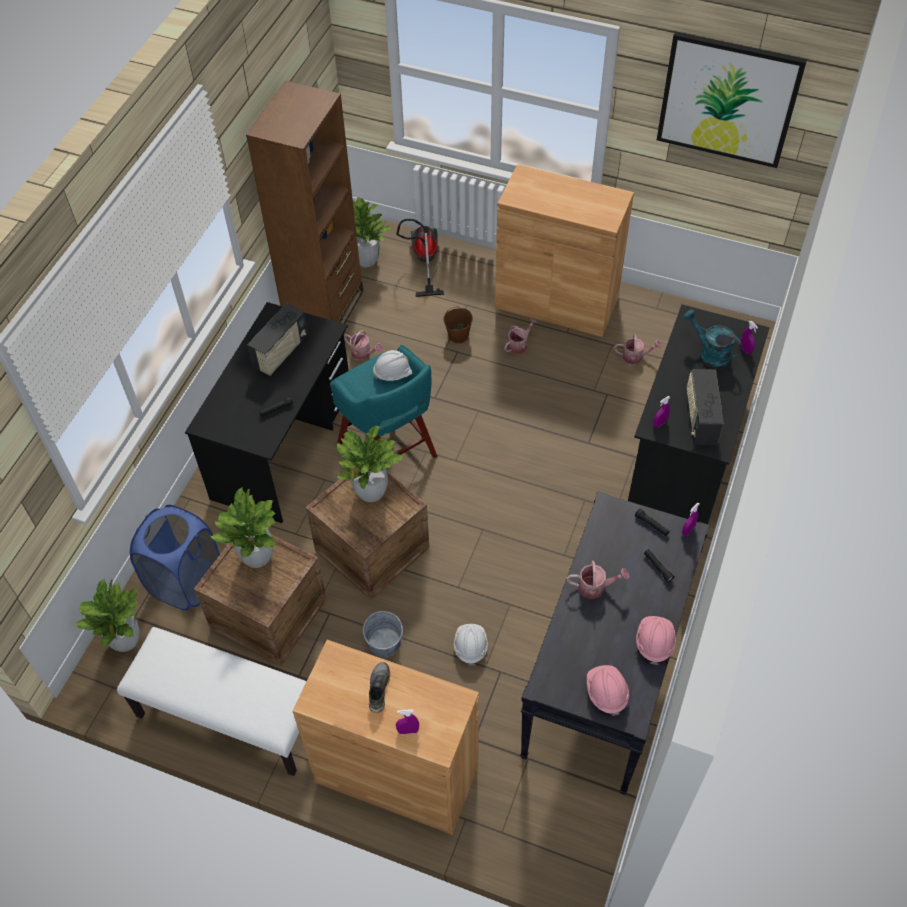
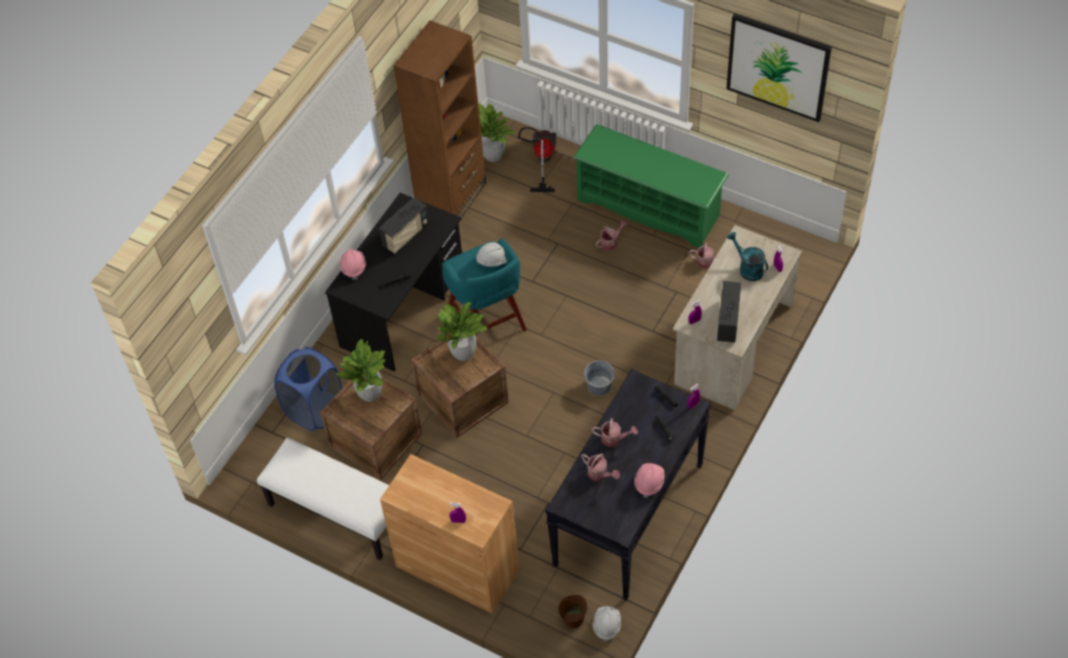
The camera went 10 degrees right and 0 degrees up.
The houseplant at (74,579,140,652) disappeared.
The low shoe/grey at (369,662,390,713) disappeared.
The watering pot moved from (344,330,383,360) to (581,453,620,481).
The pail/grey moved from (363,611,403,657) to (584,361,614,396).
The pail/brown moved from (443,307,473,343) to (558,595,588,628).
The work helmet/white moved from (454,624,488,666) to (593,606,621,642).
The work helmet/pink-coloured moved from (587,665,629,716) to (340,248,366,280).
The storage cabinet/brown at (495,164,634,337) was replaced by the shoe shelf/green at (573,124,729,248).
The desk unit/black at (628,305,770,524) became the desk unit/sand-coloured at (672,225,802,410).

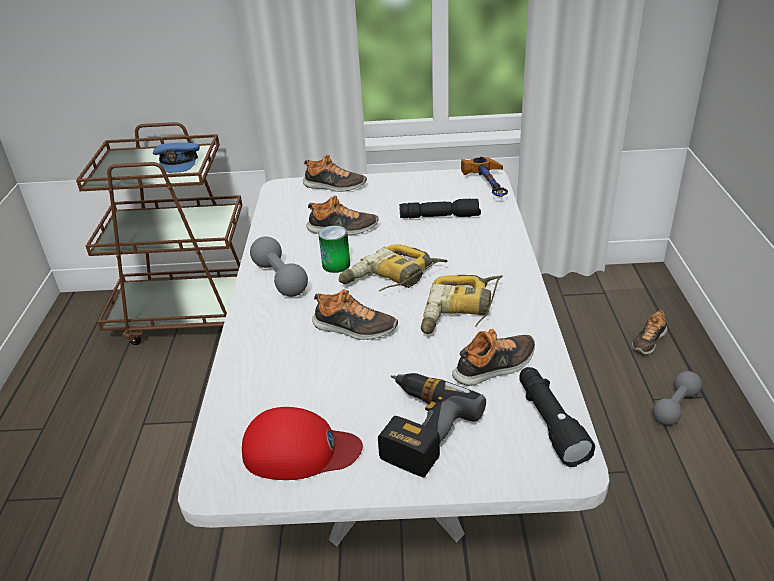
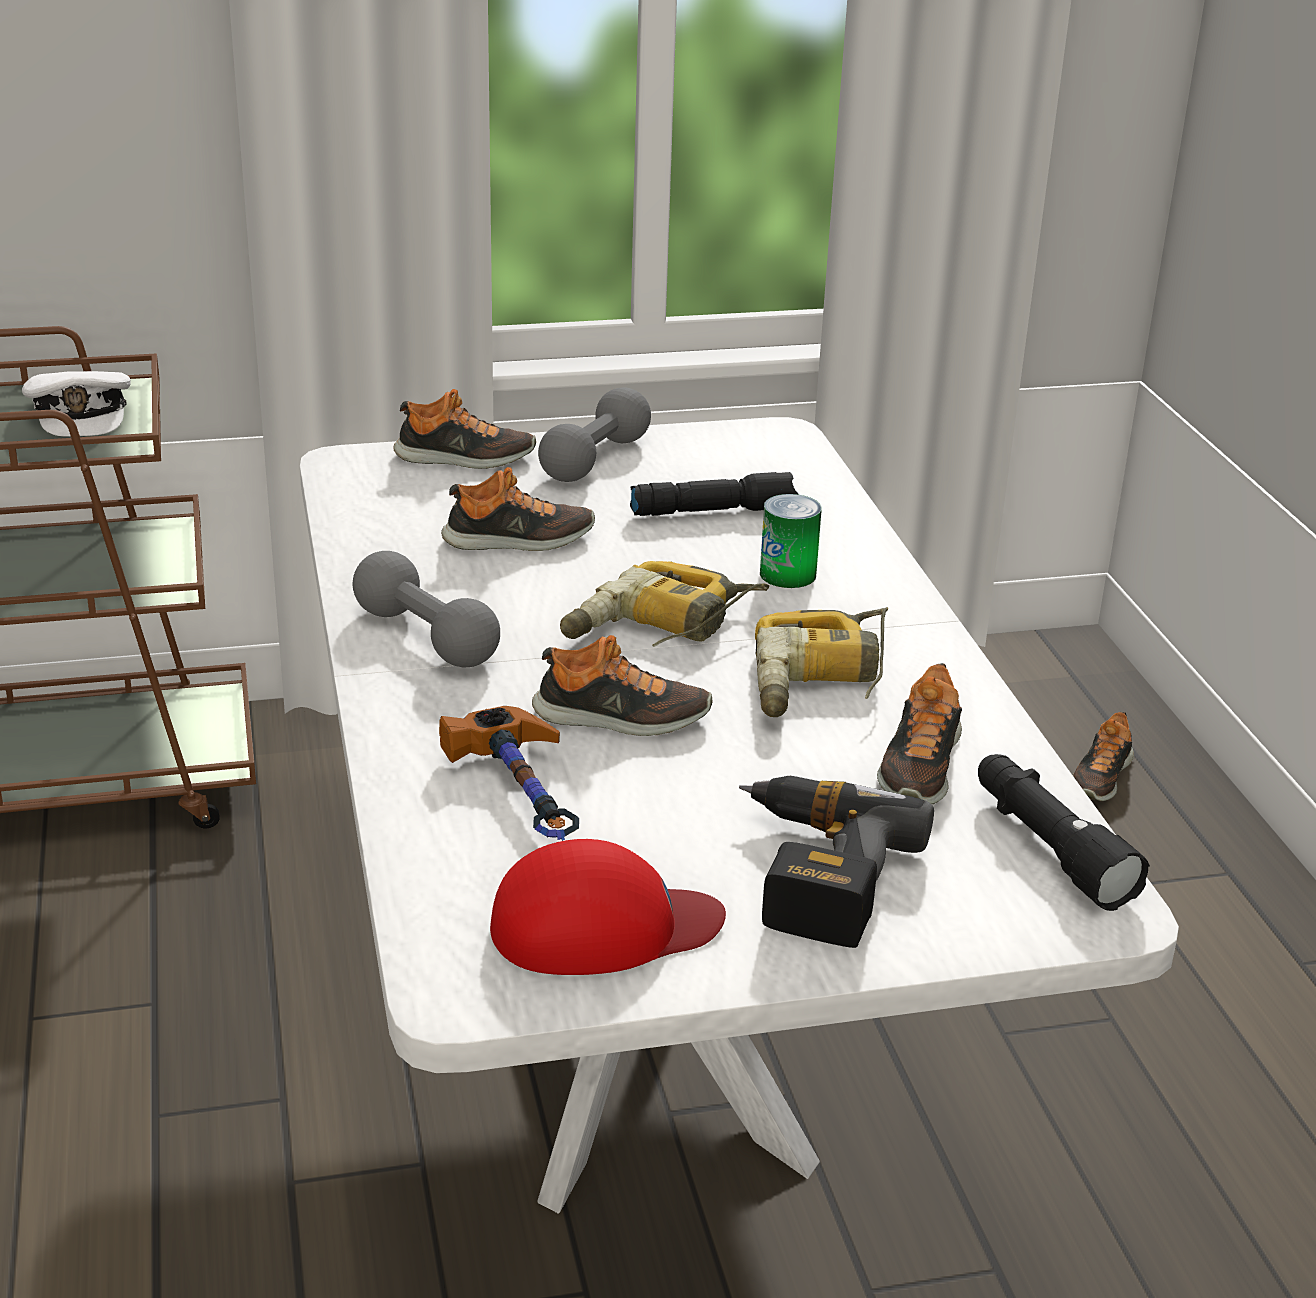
The camera went 15 degrees left and 5 degrees down.
The metal can moved from (318,225,350,273) to (760,494,822,588).
The hammer moved from (461,157,508,197) to (439,706,579,841).
The hand weight/grey moved from (653,371,702,425) to (538,387,651,482).
The peaked cap/bluish at (153,143,200,173) became the peaked cap/white at (22,371,131,437).
The low shoe at (452,329,535,386) turned 150 degrees clockwise.

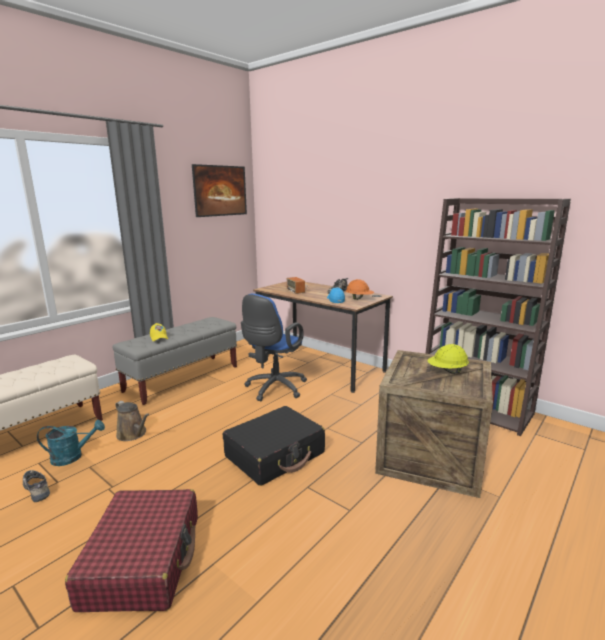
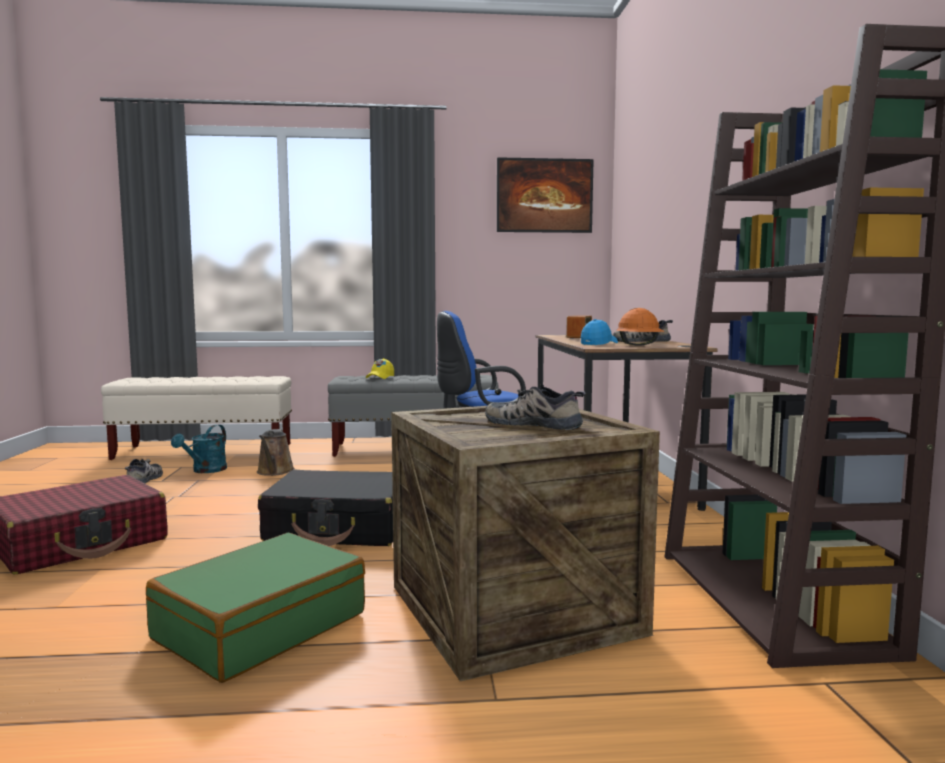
The camera went 45 degrees right and 10 degrees down.
The piece of luggage/green at (146,533,365,683) appeared.
The work helmet/yellow at (428,344,469,374) was replaced by the low shoe at (485,384,586,430).
The watering pot/turquoise at (37,420,105,466) turned 75 degrees clockwise.

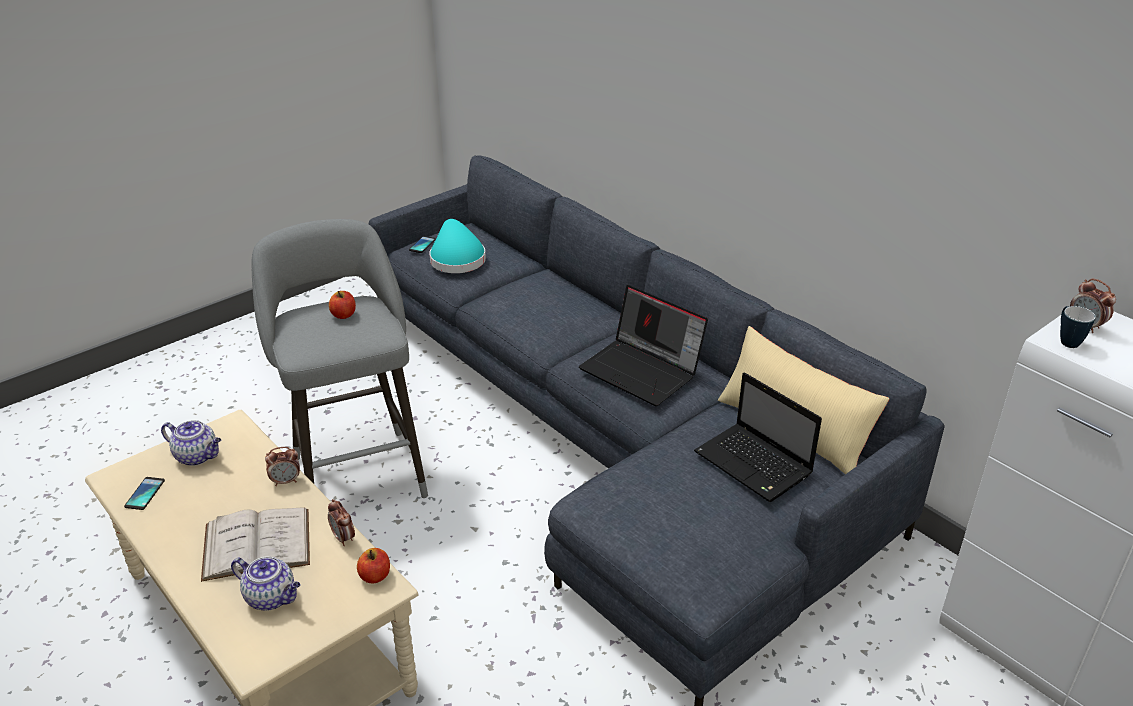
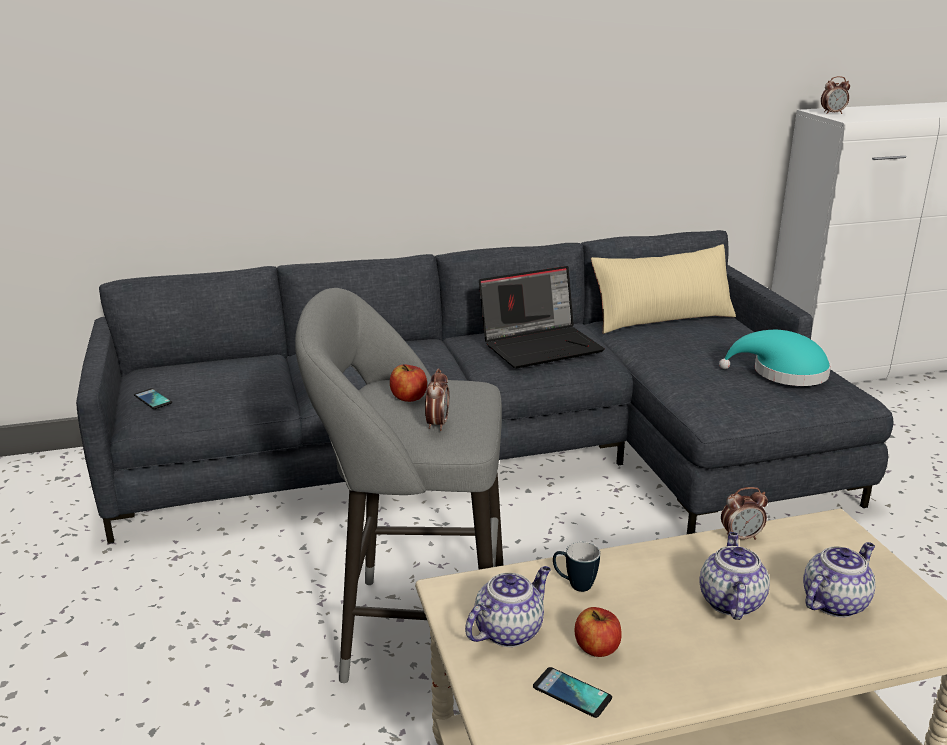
The camera went 65 degrees left and 10 degrees down.
The portable computer at (694,372,822,502) disappeared.
The table clock moved from (265,447,300,486) to (425,368,449,431).
The apple moved from (357,548,390,584) to (574,607,622,657).
The clothing hat/turquoise moved from (429,219,486,273) to (719,330,831,386).
The tea mug moved from (1060,306,1095,348) to (553,542,600,592).
The volume/white at (201,507,310,582) was replaced by the teapot at (699,532,770,620).

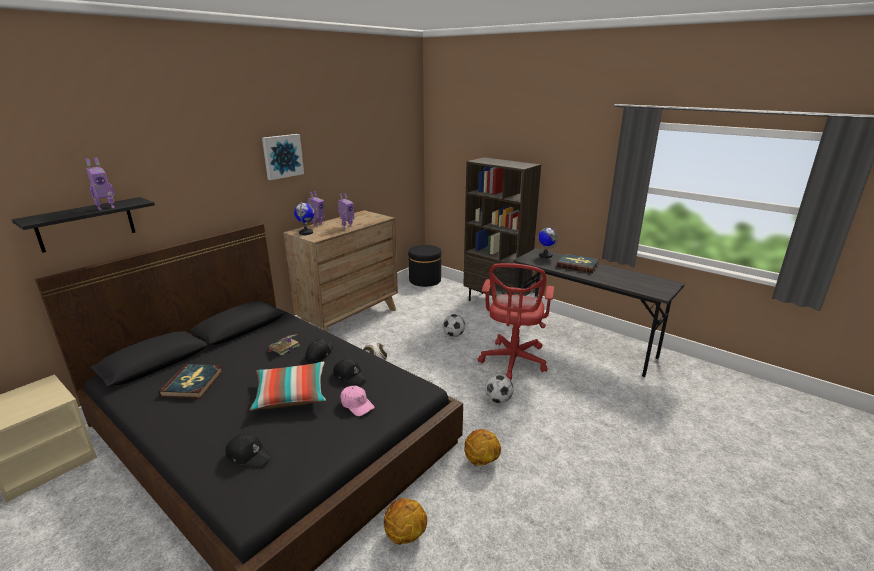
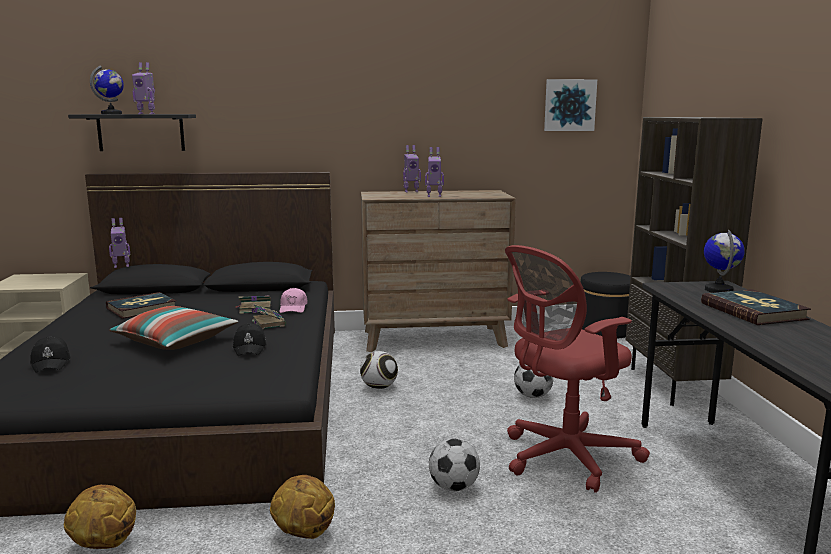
The camera went 45 degrees right and 10 degrees down.
The robot figure at (109,218,130,268) appeared.
The wall art moved from (262,134,304,180) to (544,79,597,131).
The globe moved from (294,202,314,235) to (90,66,124,114).
The peaked cap/pink-coloured moved from (340,386,375,416) to (280,288,307,313).
The peaked cap/black at (305,338,333,363) was replaced by the volume at (252,304,286,329).

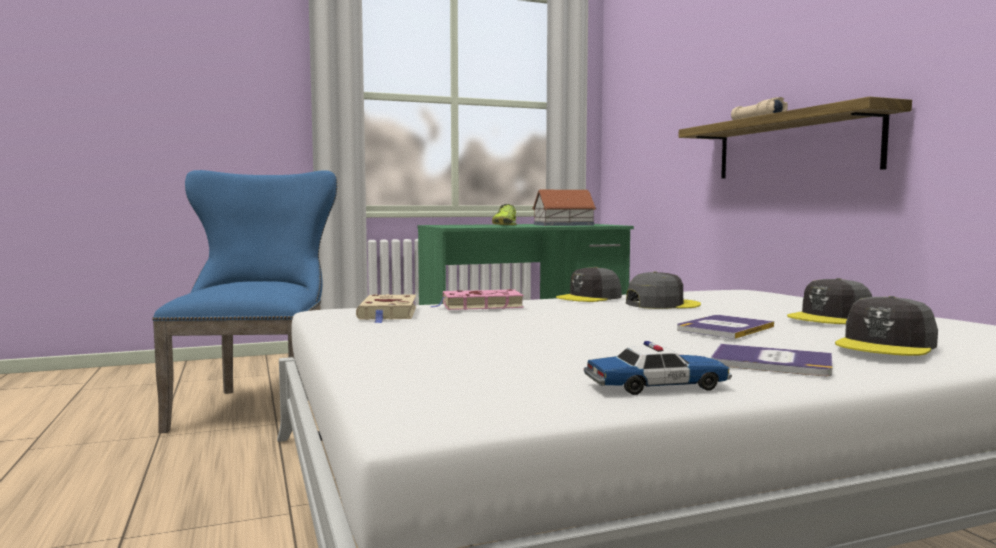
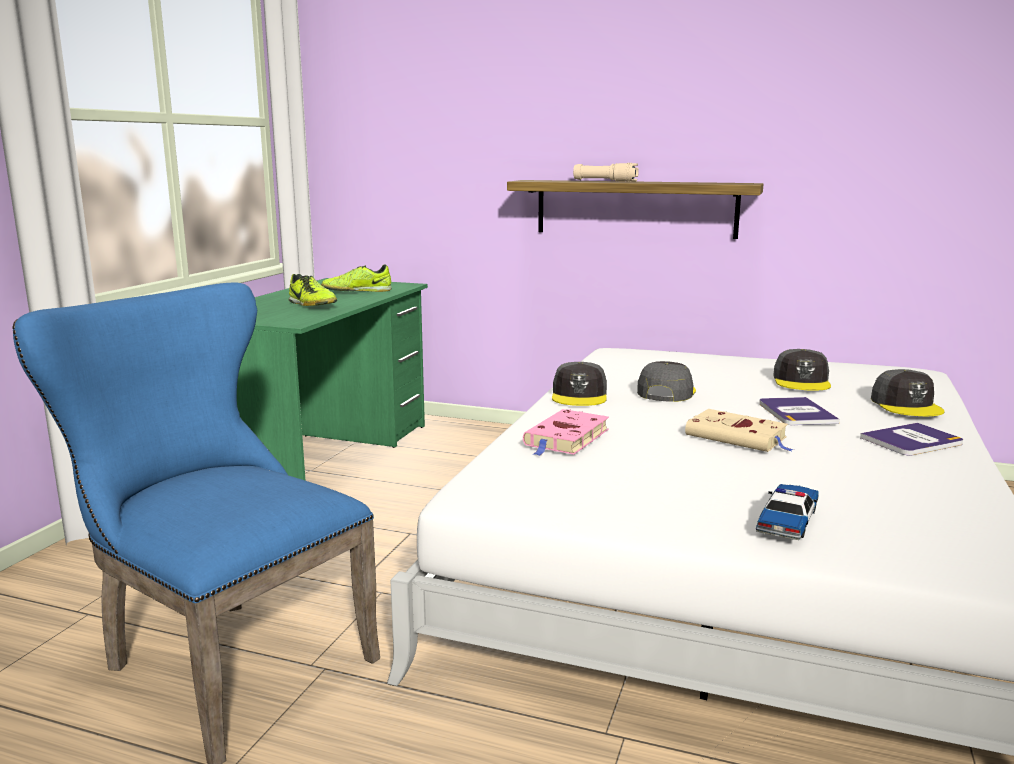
The camera went 50 degrees left and 10 degrees up.
The volume/sand-coloured moved from (356,294,416,323) to (685,409,794,452).
The miniature car moved from (584,341,732,395) to (756,484,819,540).
The miniature house at (532,190,596,226) was replaced by the low shoe at (321,264,391,292).

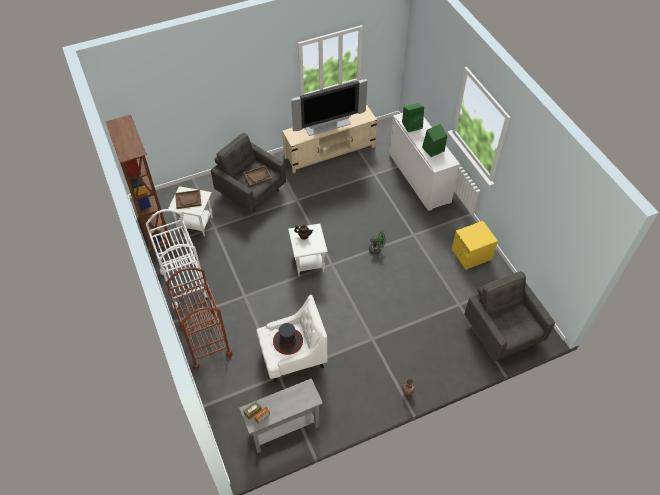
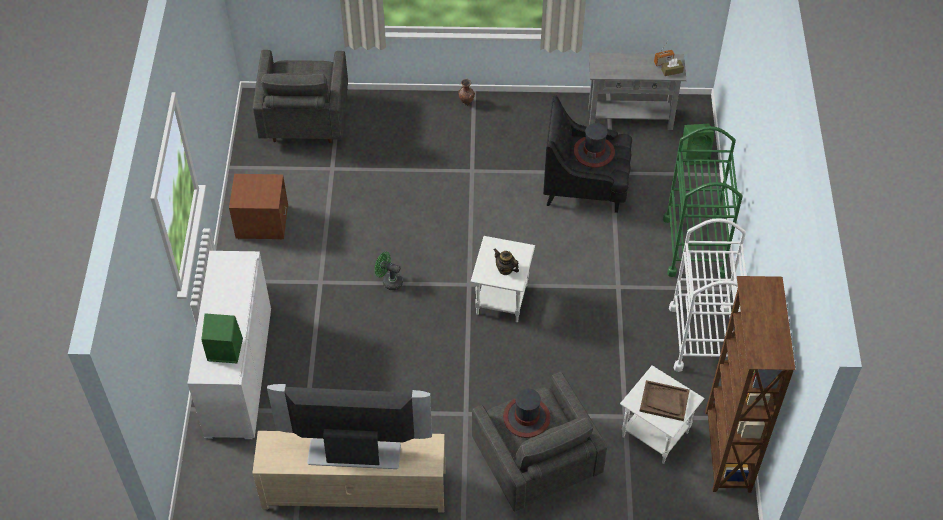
The camera went 155 degrees left and 0 degrees up.
The audio speaker/green moved from (422,124,447,157) to (682,123,714,165).
The carrying tray/brown at (243,166,272,187) was replaced by the clothing hat at (503,388,551,438).
The wheeled cart/brown at (166,267,233,370) became the wheeled cart/green at (663,126,743,278).
The easy chair/white at (256,295,327,382) became the easy chair/black at (543,95,632,213).
The bedside table/yellow at (451,221,498,270) became the bedside table/brown at (229,174,288,240).

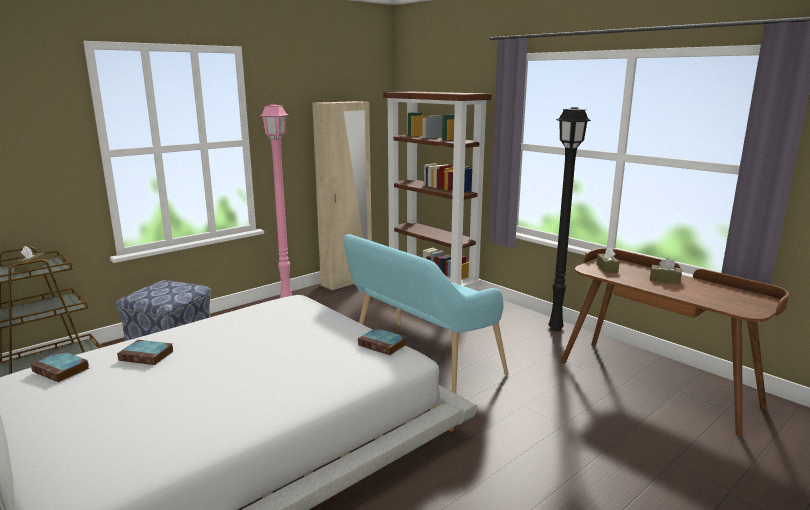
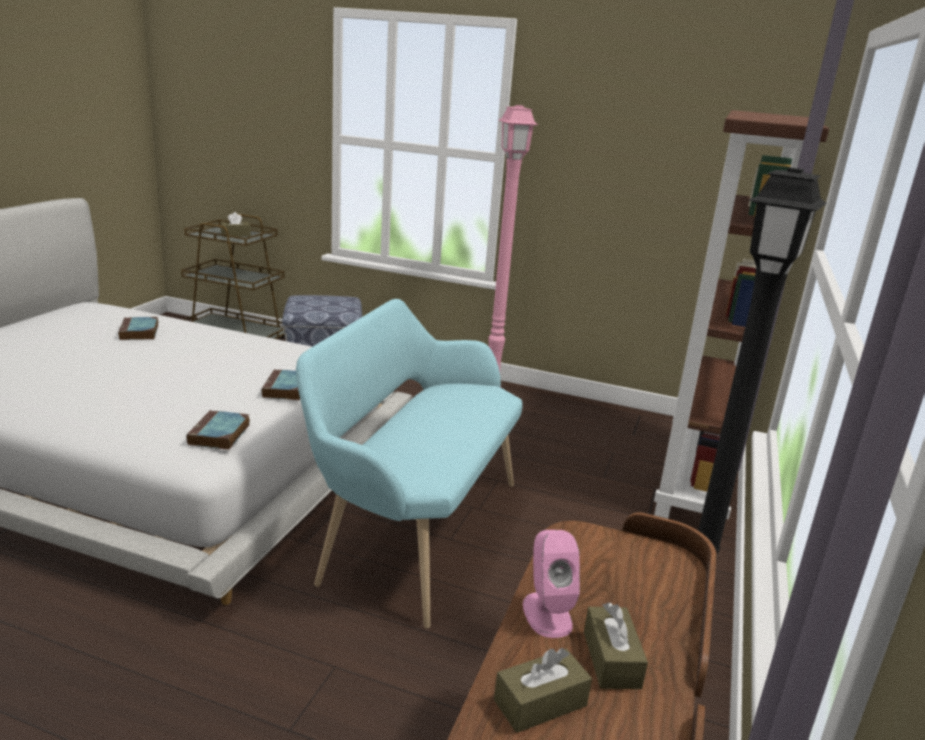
The camera went 60 degrees right and 5 degrees up.
The clothes cupboard/sand-coloured at (312,101,372,290) disappeared.
The audio speaker/pink-coloured at (523,530,580,638) appeared.
The volume moved from (31,351,89,382) to (262,369,300,400).
The box of tissues/brown moved from (596,247,620,273) to (494,648,592,733).

